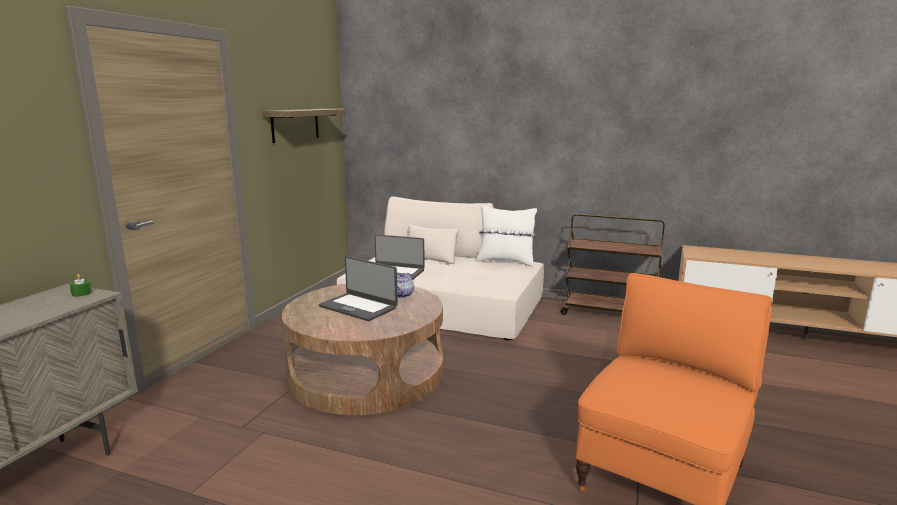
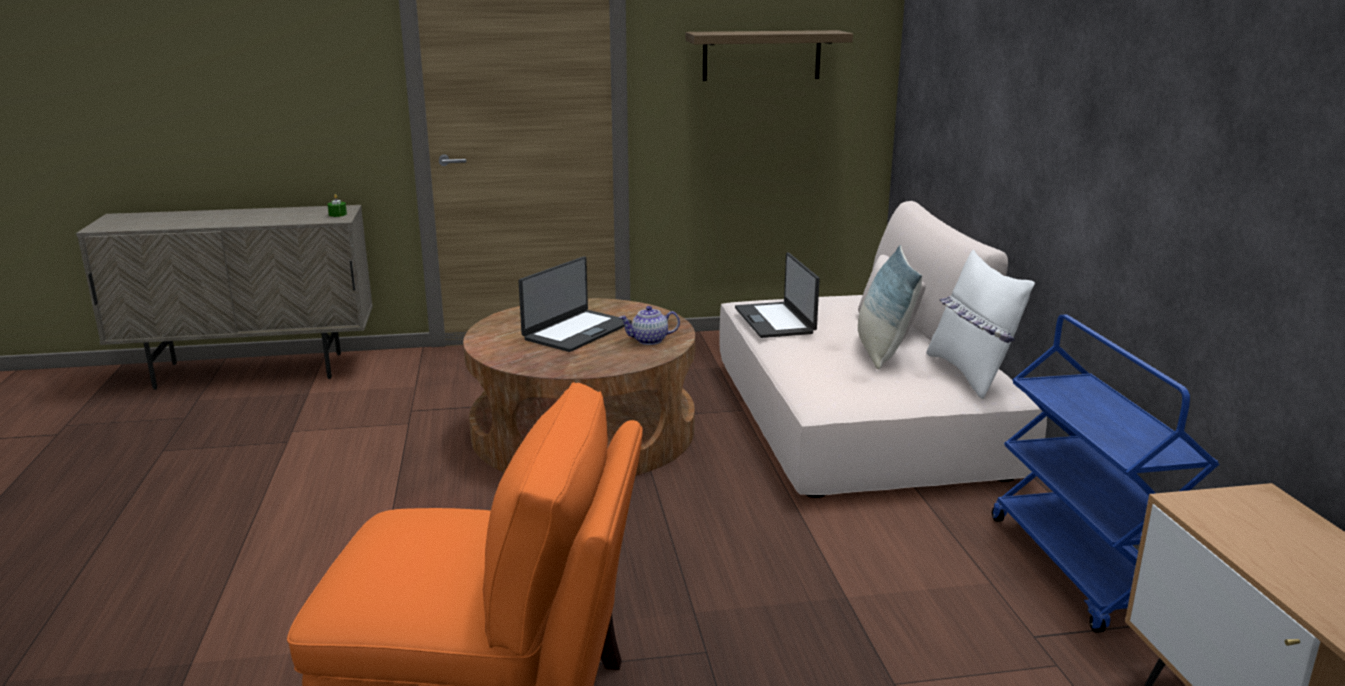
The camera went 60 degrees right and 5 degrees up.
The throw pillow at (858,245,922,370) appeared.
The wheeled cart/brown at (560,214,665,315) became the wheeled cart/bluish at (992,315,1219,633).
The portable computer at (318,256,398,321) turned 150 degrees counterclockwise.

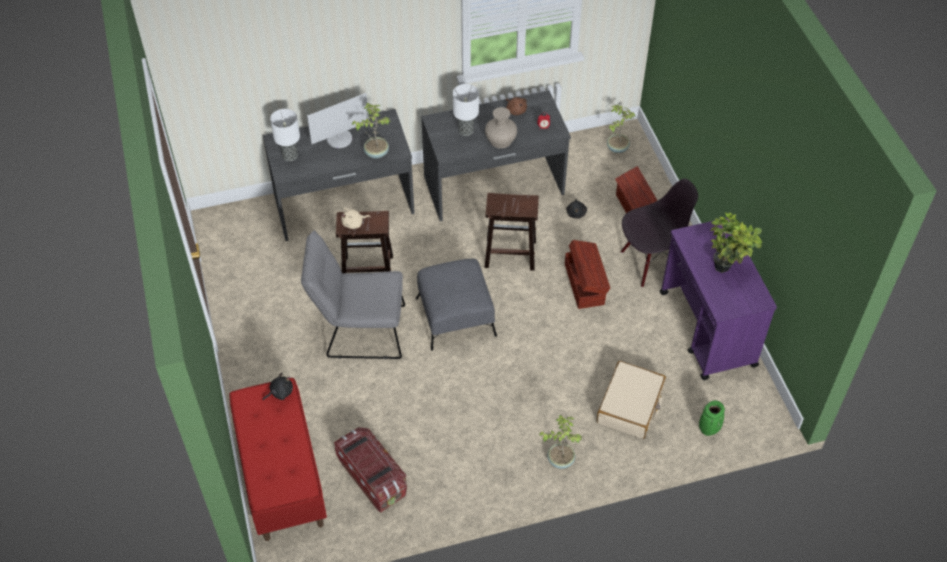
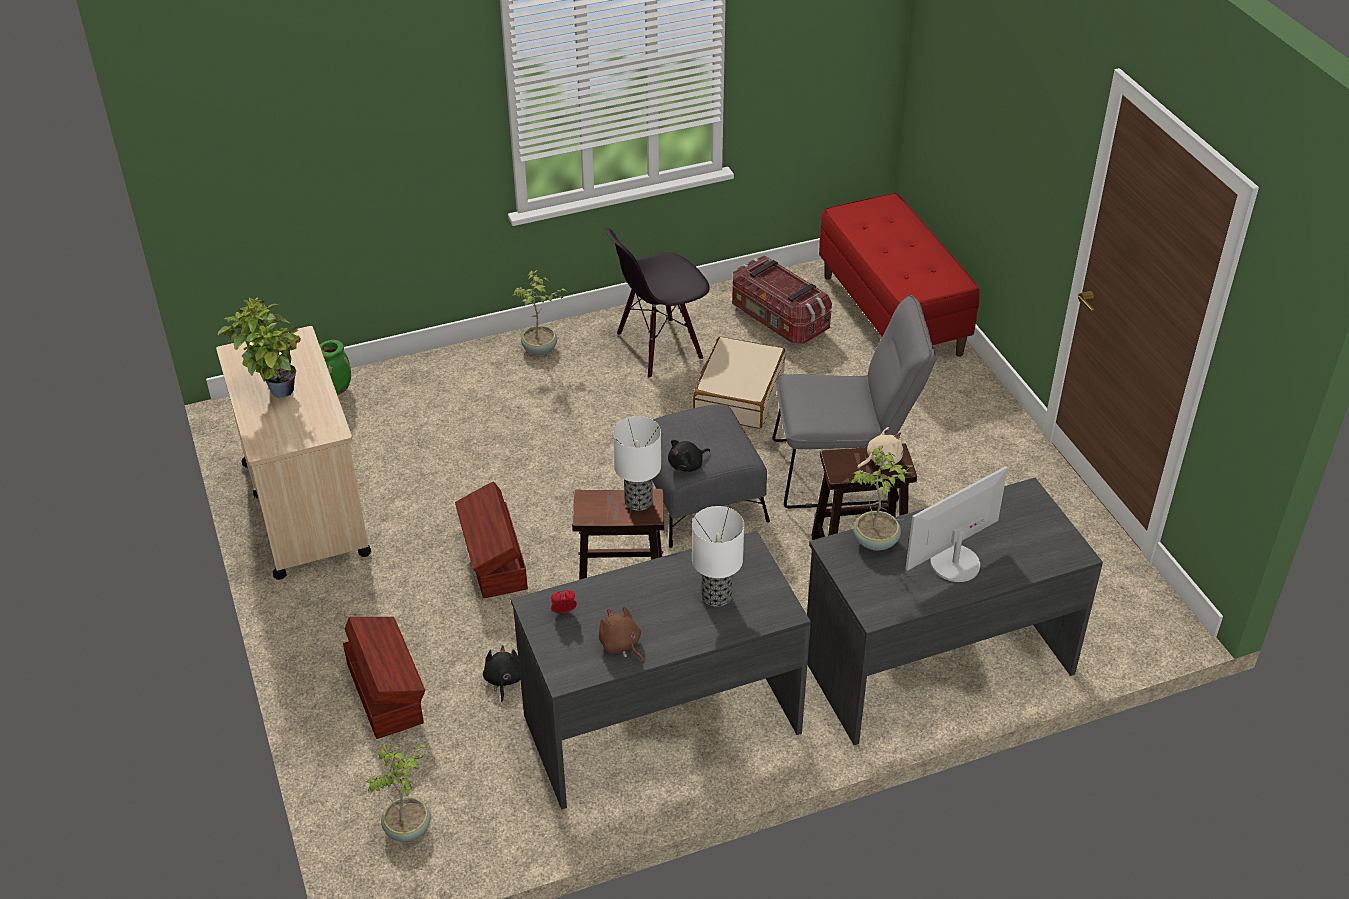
The camera went 175 degrees right and 10 degrees down.
The vase/sand-coloured at (485,107,517,148) disappeared.
The cuddly toy/black moved from (263,373,293,400) to (668,440,710,472).
The table lamp moved from (270,109,300,161) to (613,416,661,511).
The piece of luggage/sand-coloured moved from (597,361,666,439) to (693,336,785,429).
The upright chair/black moved from (621,178,698,287) to (606,228,710,378).
The wheeled cart/purple-coloured at (660,218,777,380) became the wheeled cart/sand-coloured at (216,326,371,580).

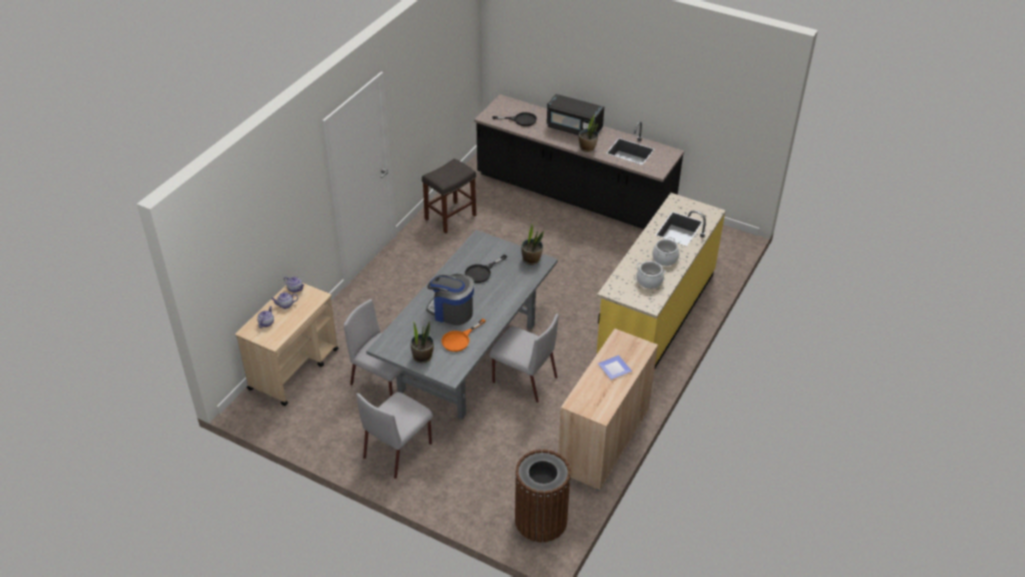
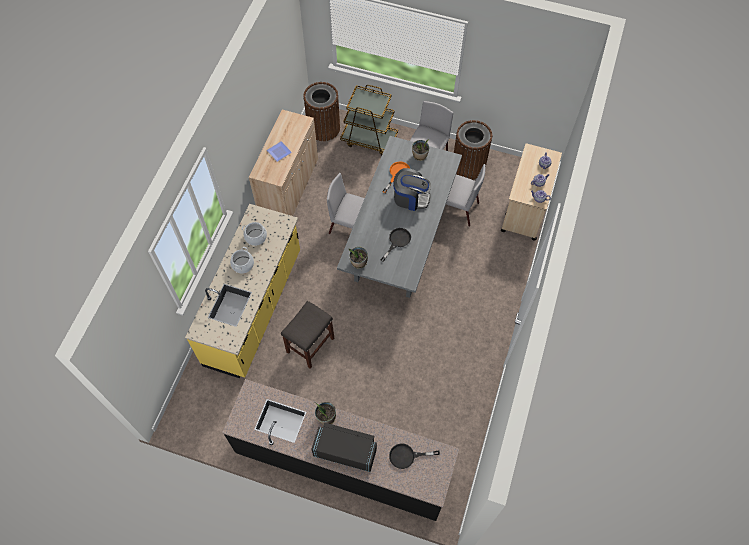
The camera went 170 degrees right and 20 degrees up.
The wheeled cart/brown at (340,85,398,155) appeared.
The trash can/brown at (454,120,492,180) appeared.
The stool seat/grey moved from (422,158,476,234) to (281,301,334,369).

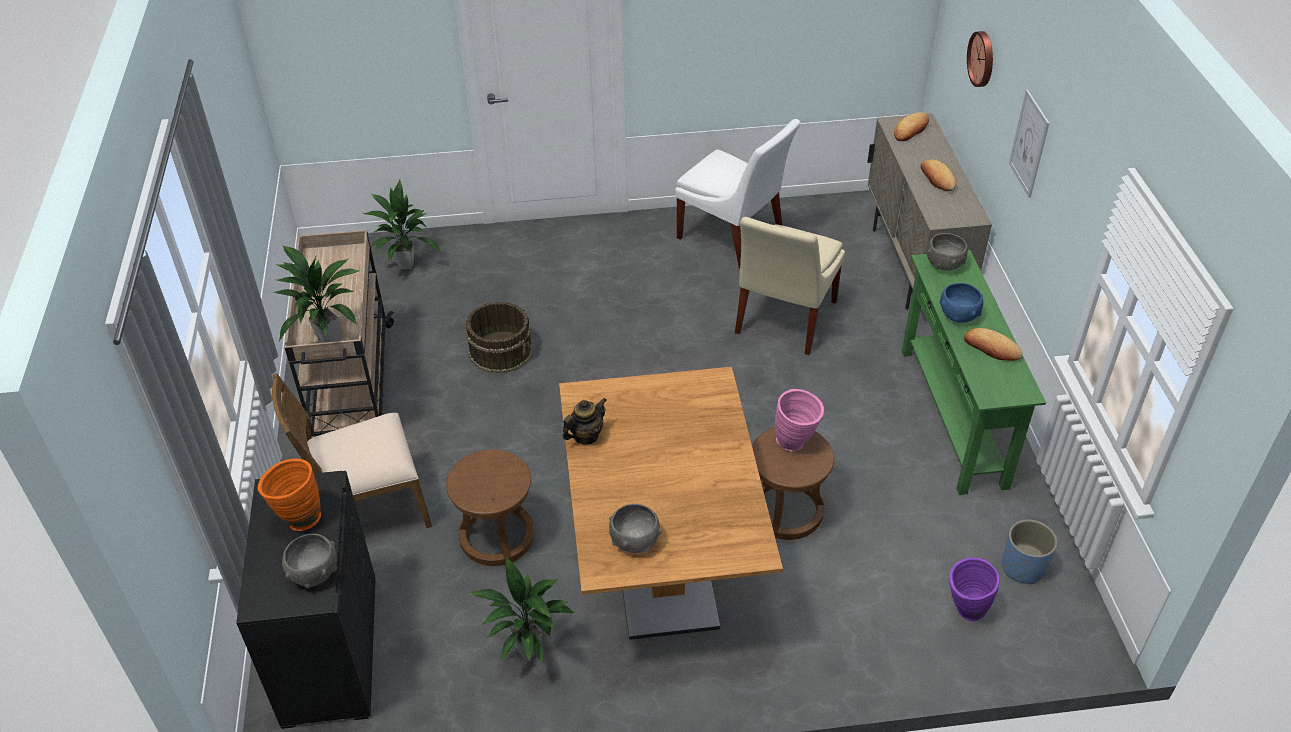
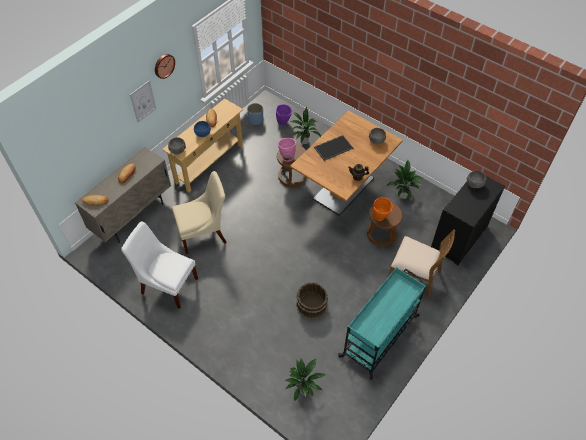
The camera went 135 degrees left and 10 degrees up.
The carrying tray at (314,135,353,161) appeared.
The vase/orange-coloured moved from (257,458,321,531) to (373,197,393,221).
The houseplant moved from (274,245,361,343) to (290,107,321,144).
The wall clock moved from (967,31,993,87) to (155,54,175,79).
The wheeled cart/sand-coloured at (285,230,394,438) became the wheeled cart/turquoise at (338,267,426,380).
The hall table/green at (902,250,1046,495) became the hall table/sand-coloured at (162,98,243,192).
The upright chair/white at (675,119,800,268) turned 60 degrees counterclockwise.

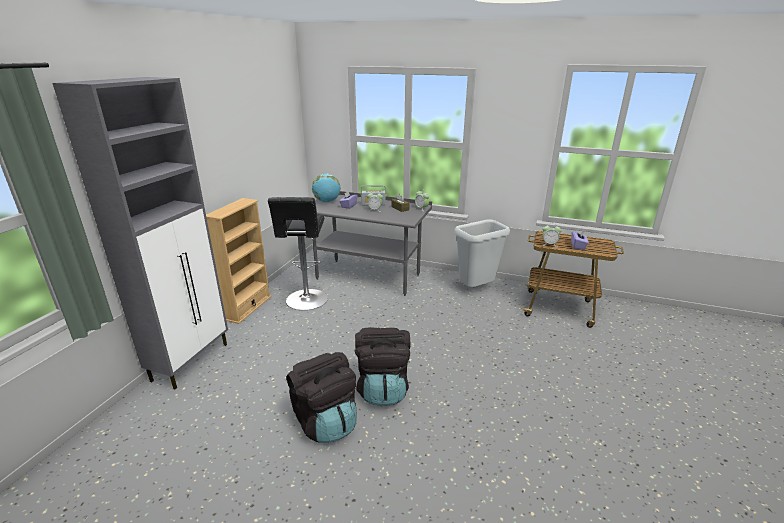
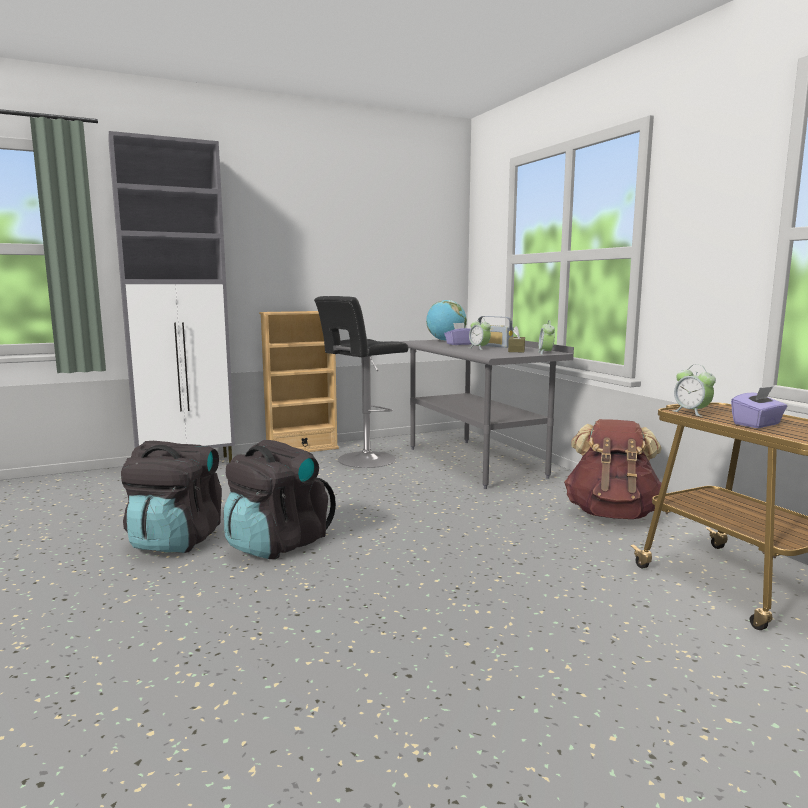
The camera went 45 degrees right and 15 degrees down.
The trash can/grey at (454,219,510,287) was replaced by the rucksack/brown at (564,419,662,519).

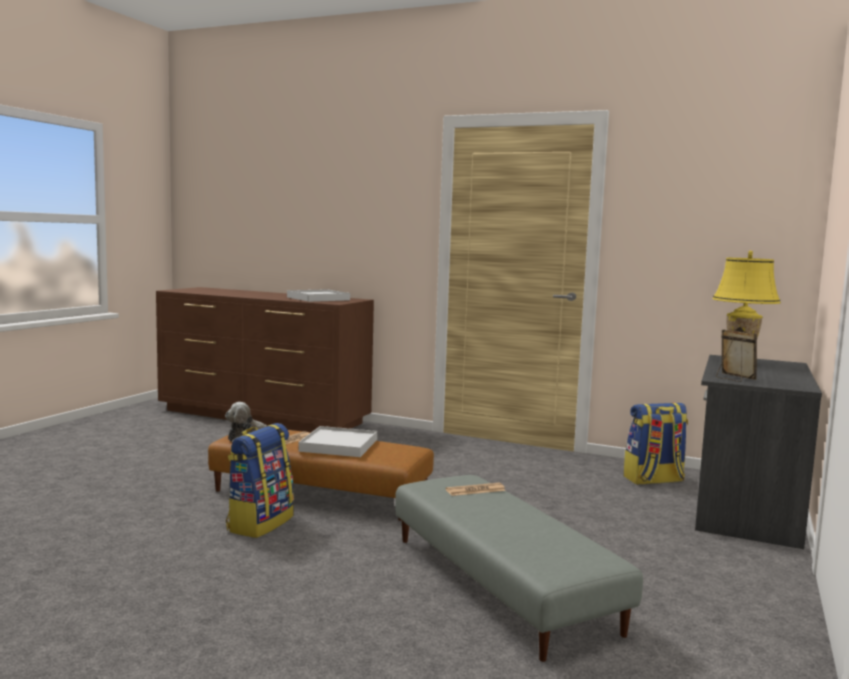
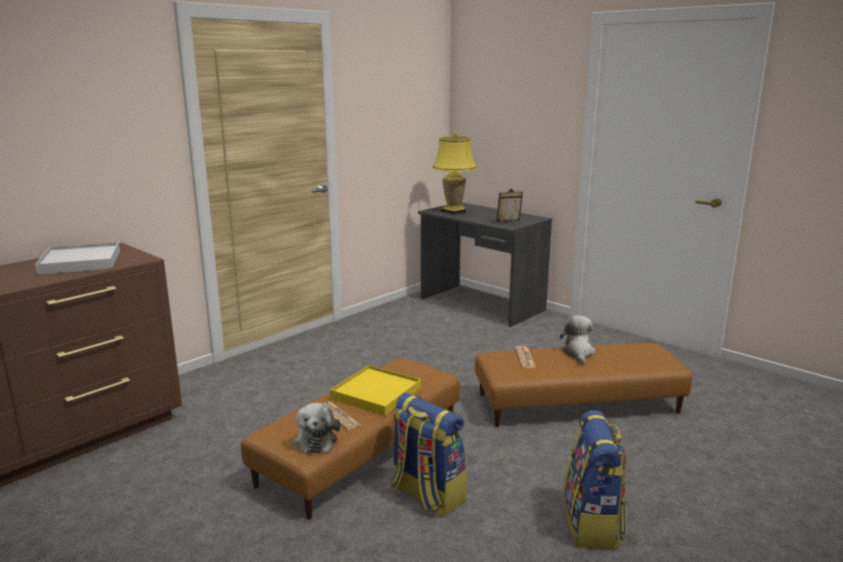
The camera went 70 degrees left and 10 degrees up.
The cuddly toy at (560,316,595,364) appeared.
The rucksack moved from (624,403,688,485) to (564,410,626,549).
The carrying tray/white at (298,426,377,457) became the carrying tray/yellow at (330,365,421,416).
The pouffe/grey at (395,475,643,662) became the pouffe/brown at (475,343,692,427).

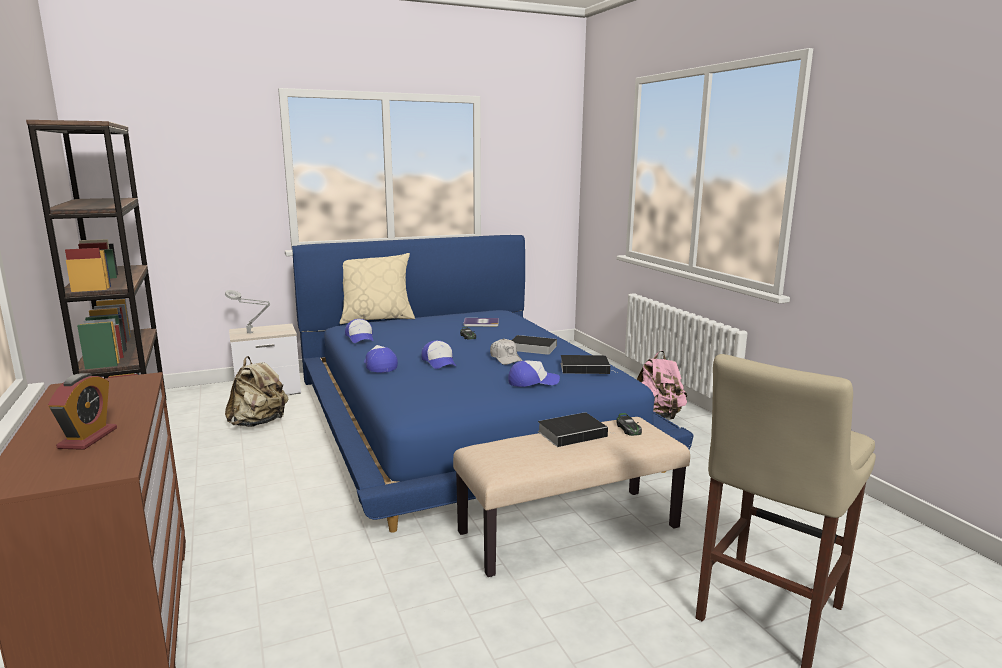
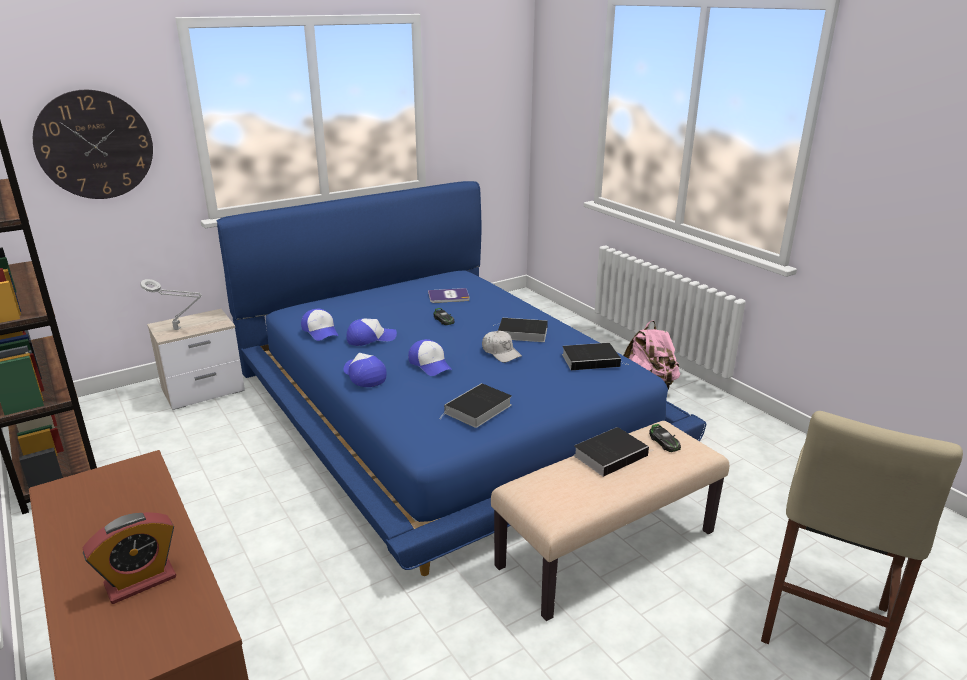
The camera went 10 degrees left and 10 degrees up.
The rucksack/sand-coloured at (225,356,289,427) disappeared.
The throw pillow/sand-coloured at (340,253,415,324) disappeared.
The wall clock at (33,90,153,199) appeared.
The volume at (439,383,512,428) appeared.
The peaked cap moved from (508,360,560,387) to (346,318,397,346).
The table clock at (48,373,117,450) turned 60 degrees clockwise.

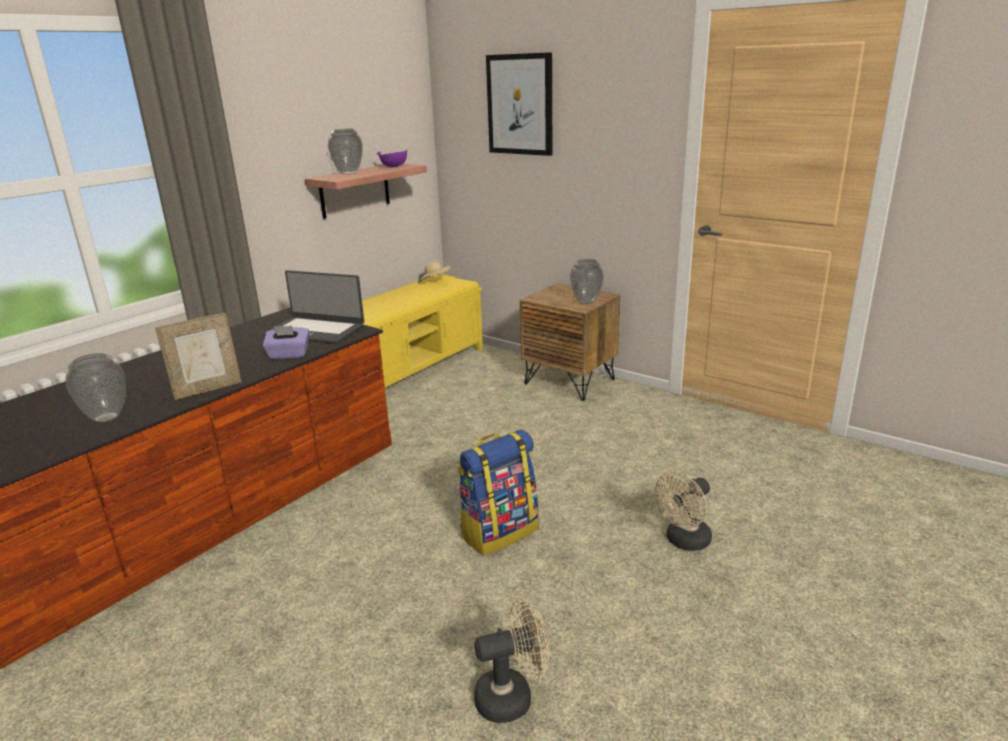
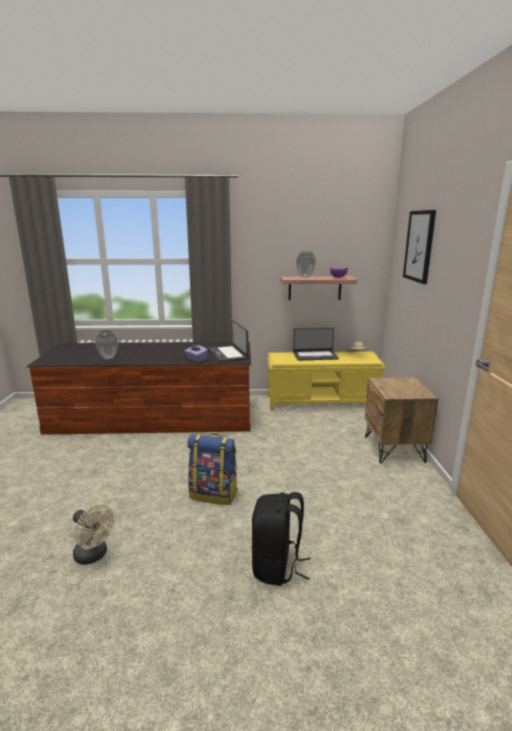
The camera went 50 degrees right and 5 degrees down.
The standing frame at (155,313,242,400) disappeared.
The vase at (570,259,604,304) disappeared.
The portable computer at (293,328,339,361) appeared.
The electric fan/sand-coloured at (654,472,712,551) was replaced by the rucksack/black at (252,492,311,586).

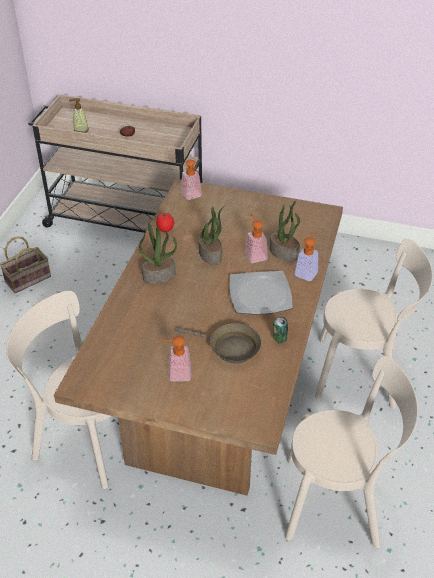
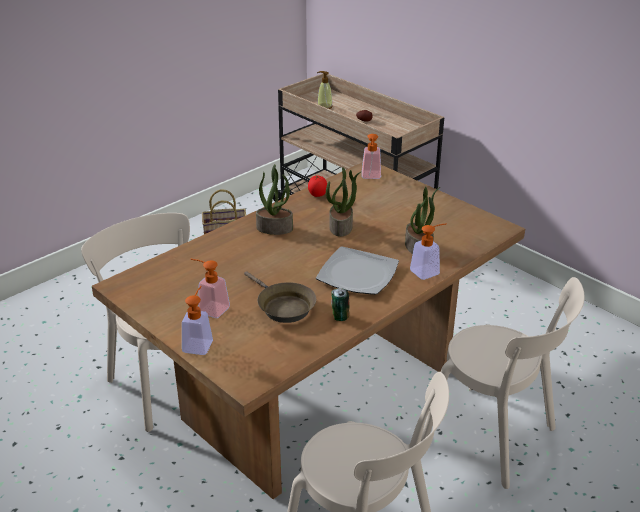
The camera went 30 degrees right and 10 degrees down.
The liquid soap bottle moved from (245,214,268,263) to (182,286,213,355).

